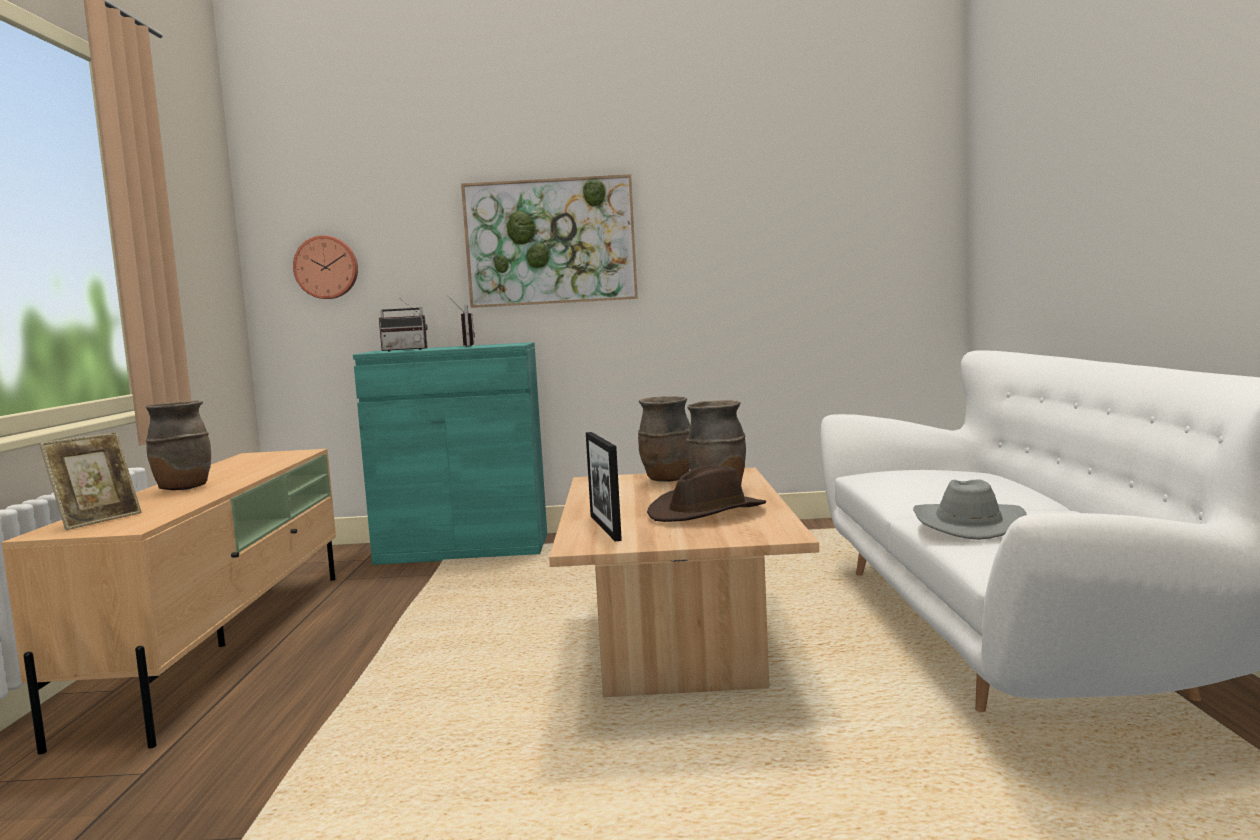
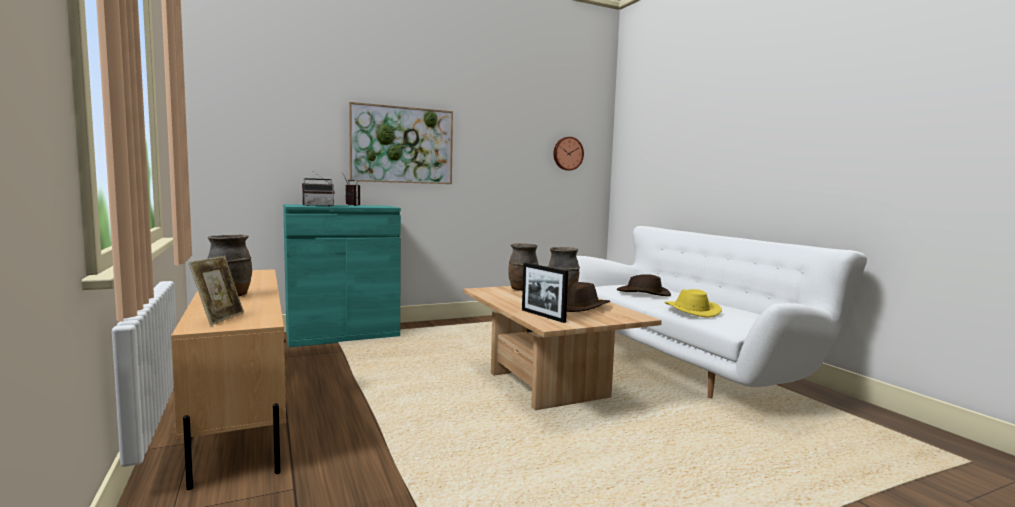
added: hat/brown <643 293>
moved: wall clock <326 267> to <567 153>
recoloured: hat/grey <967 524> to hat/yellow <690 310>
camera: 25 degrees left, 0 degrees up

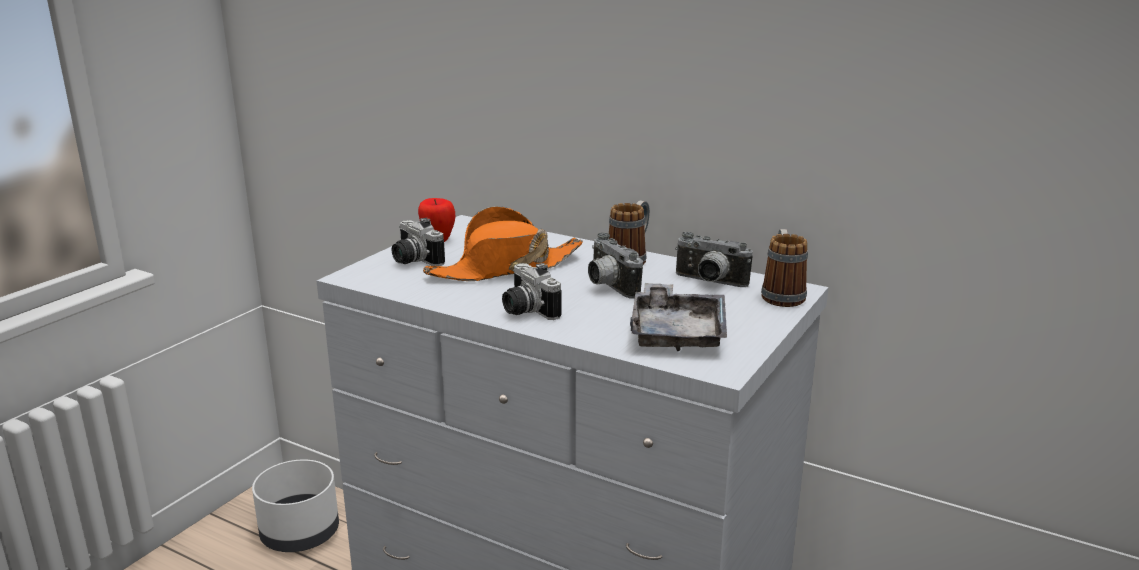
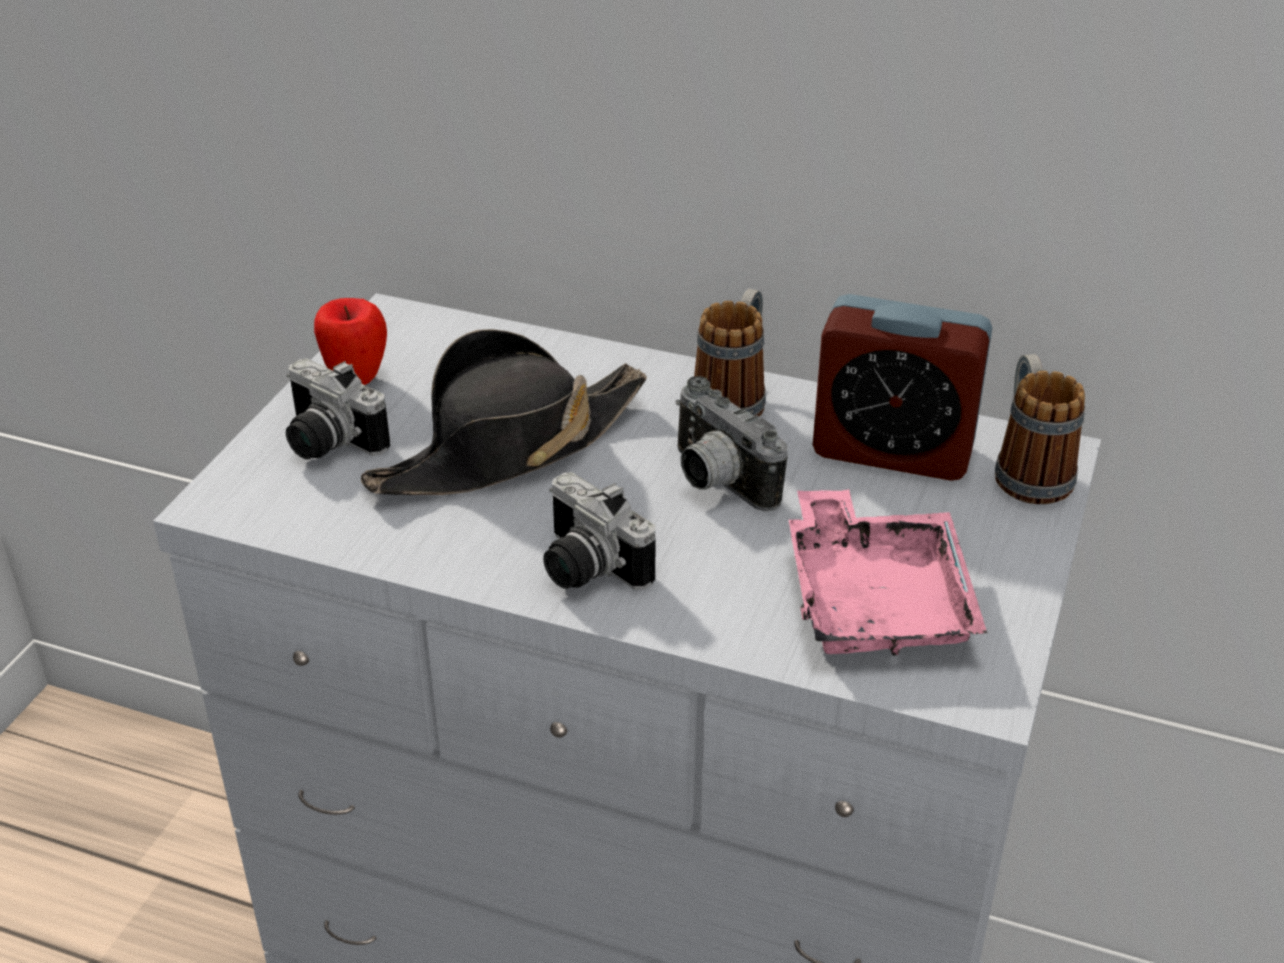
removed: planter/white <301 533>
replaced: photo camera <709 282> to alarm clock <892 450>
recoloured: hat/orange <505 268> to hat/black <509 448>; tray/grey <676 332> to tray/pink <875 599>
camera: 10 degrees left, 15 degrees up

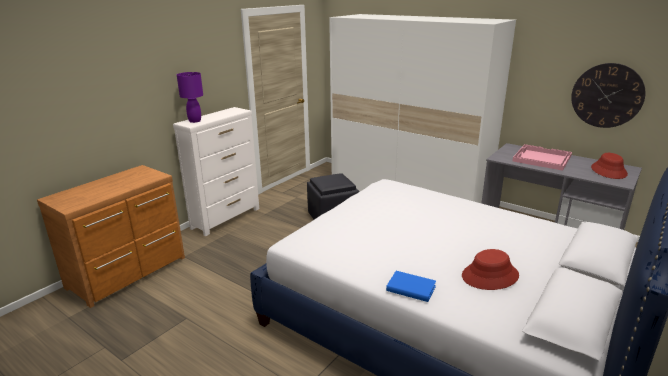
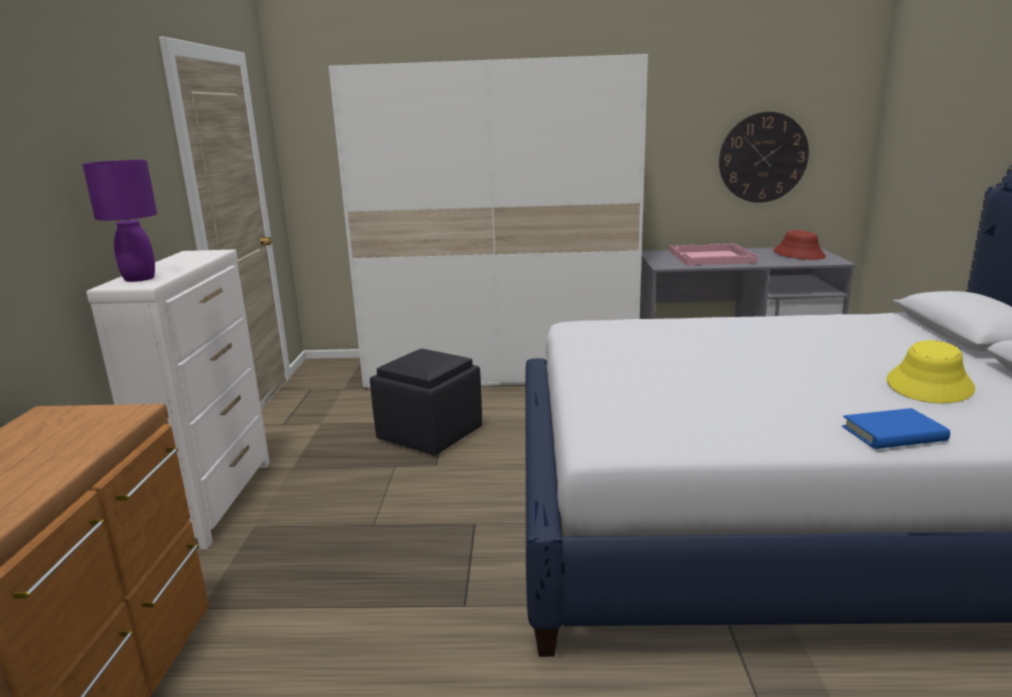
recoloured: hat/red <490 276> to hat/yellow <929 385>
camera: 35 degrees left, 5 degrees down

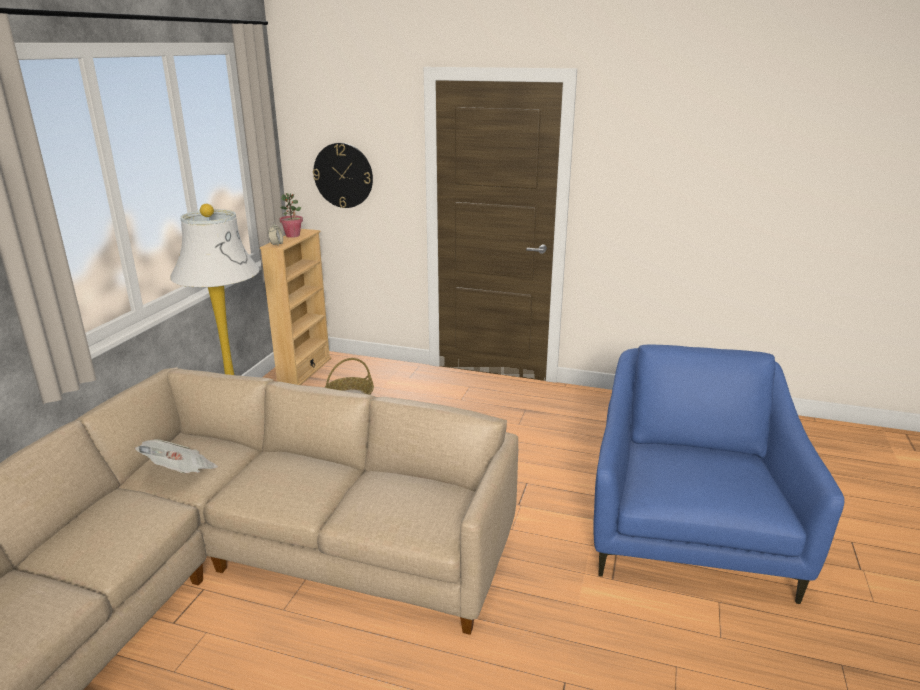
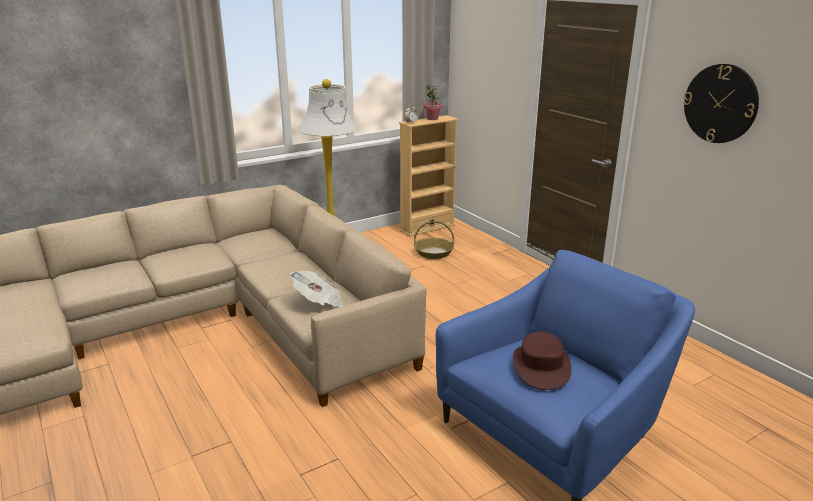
added: hat/brown <541 367>
moved: wall clock <343 175> to <720 103>; newspaper <181 472> to <319 302>
camera: 40 degrees right, 0 degrees up

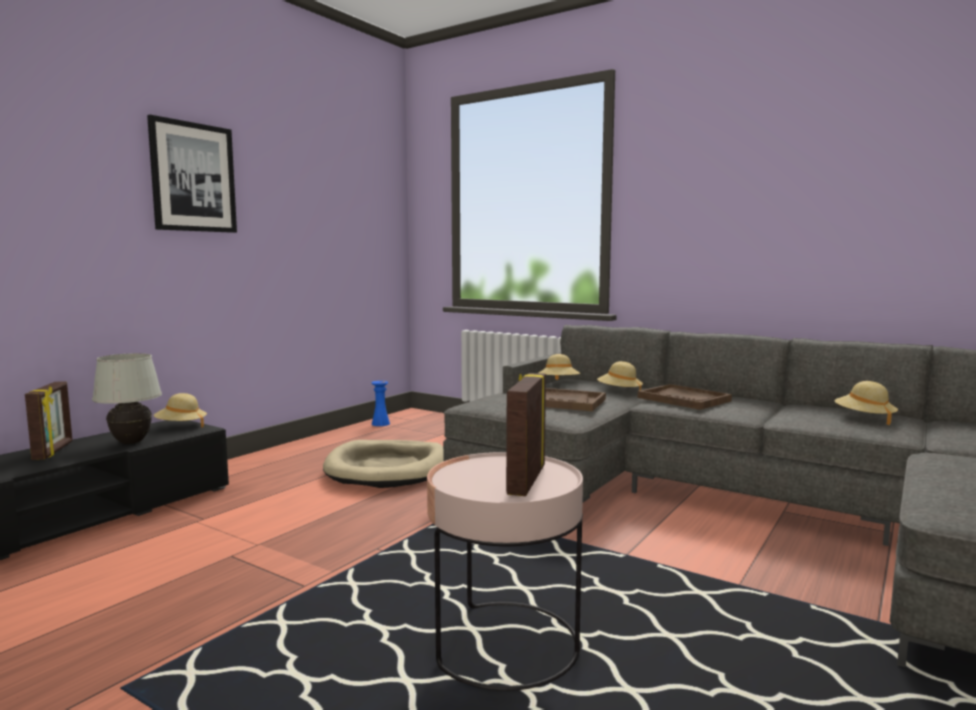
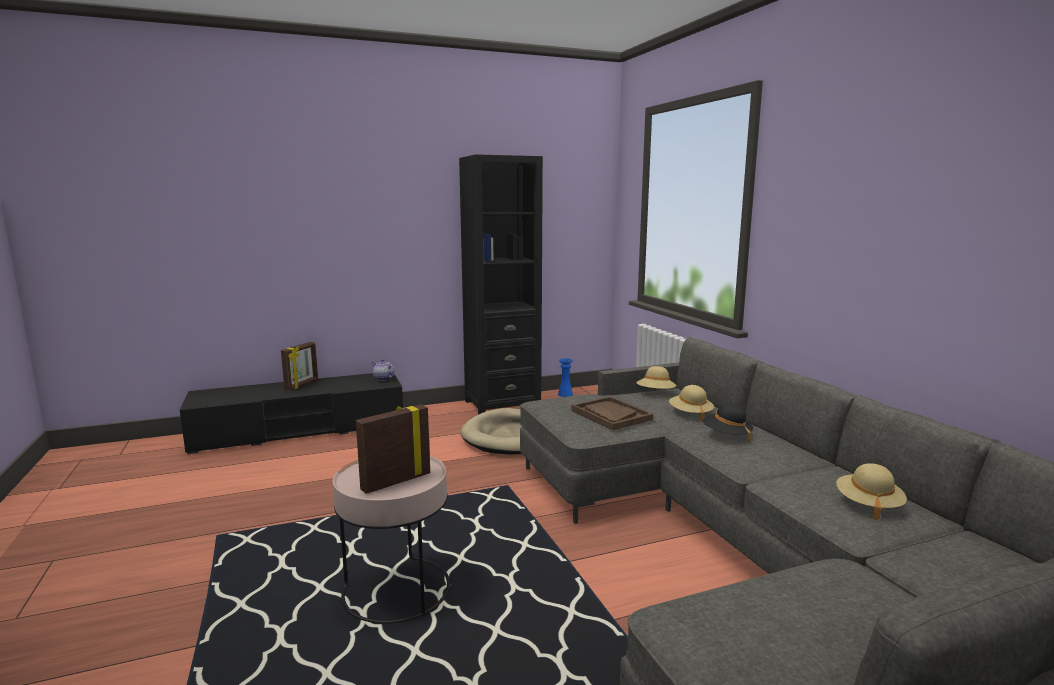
removed: picture <193 177>; table lamp/white <131 442>
added: bookcase/black <502 405>
replaced: tray/brown <684 399> to hat/black <726 436>; hat/beige <181 426> to teapot <383 379>
camera: 35 degrees right, 5 degrees up

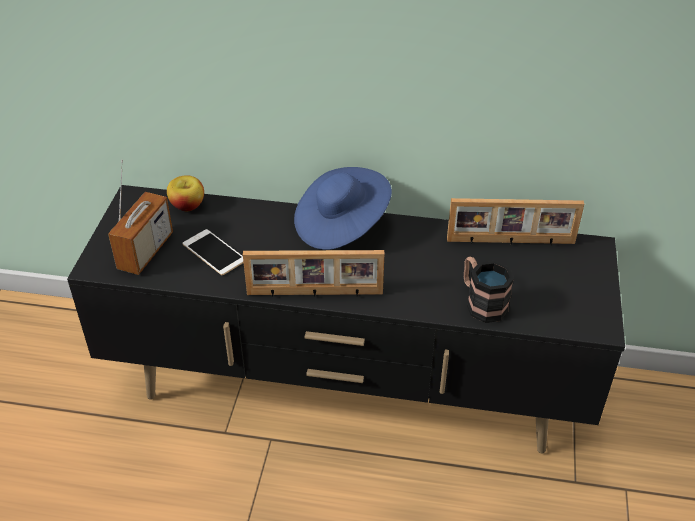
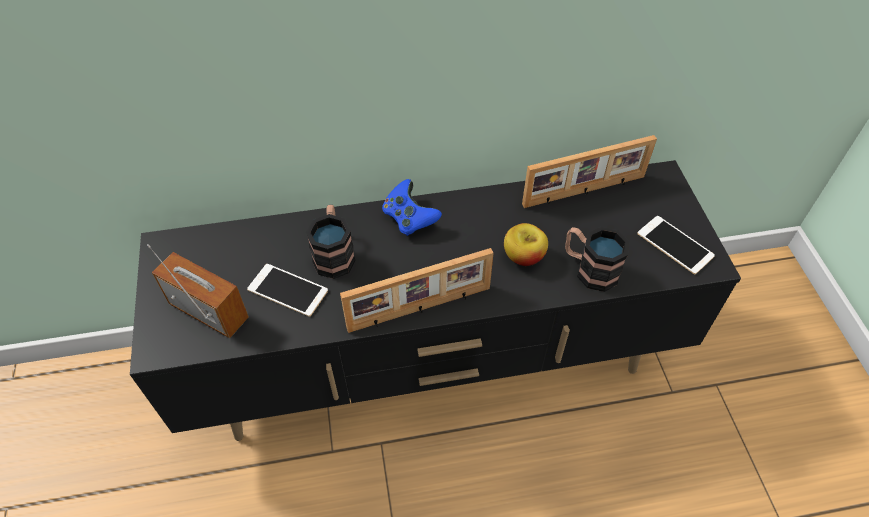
added: mug <334 253>; phone <675 245>
moved: apple <187 205> to <523 256>
replaced: hat/blue <341 225> to game controller/blue <409 219>
turned: radio <146 251> = <209 311> 60 degrees counterclockwise
camera: 20 degrees left, 10 degrees up

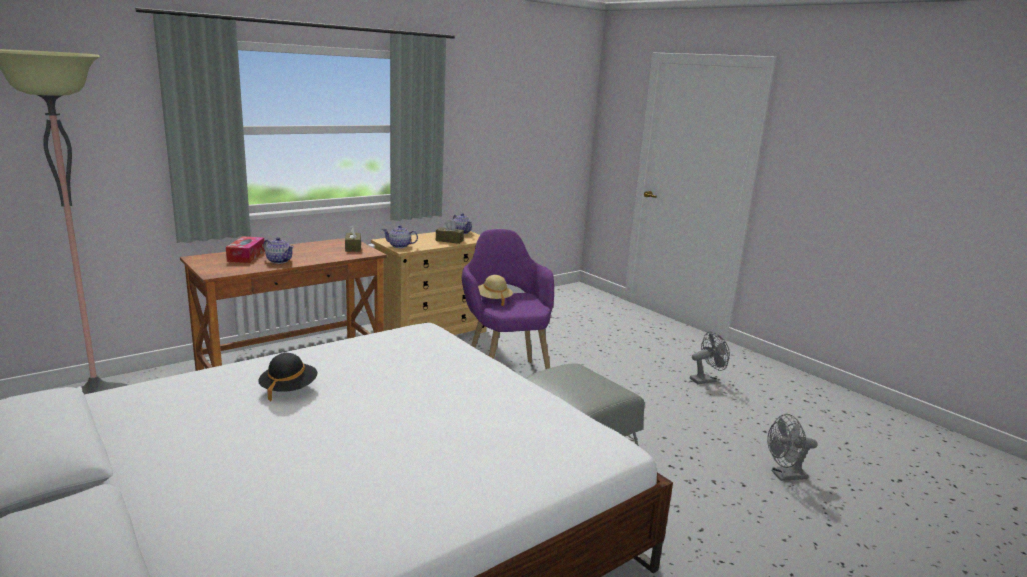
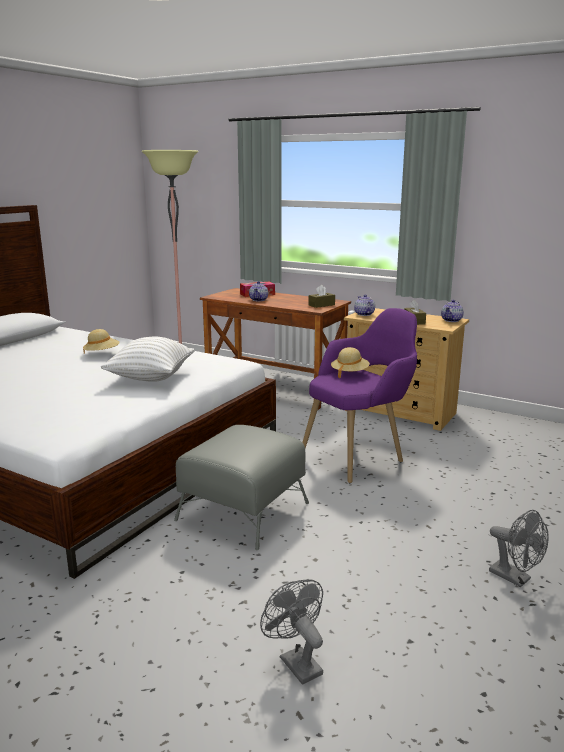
added: pillow/white <151 378>
recoloured: hat/black <288 389> to hat/beige <102 353>
camera: 70 degrees right, 0 degrees up

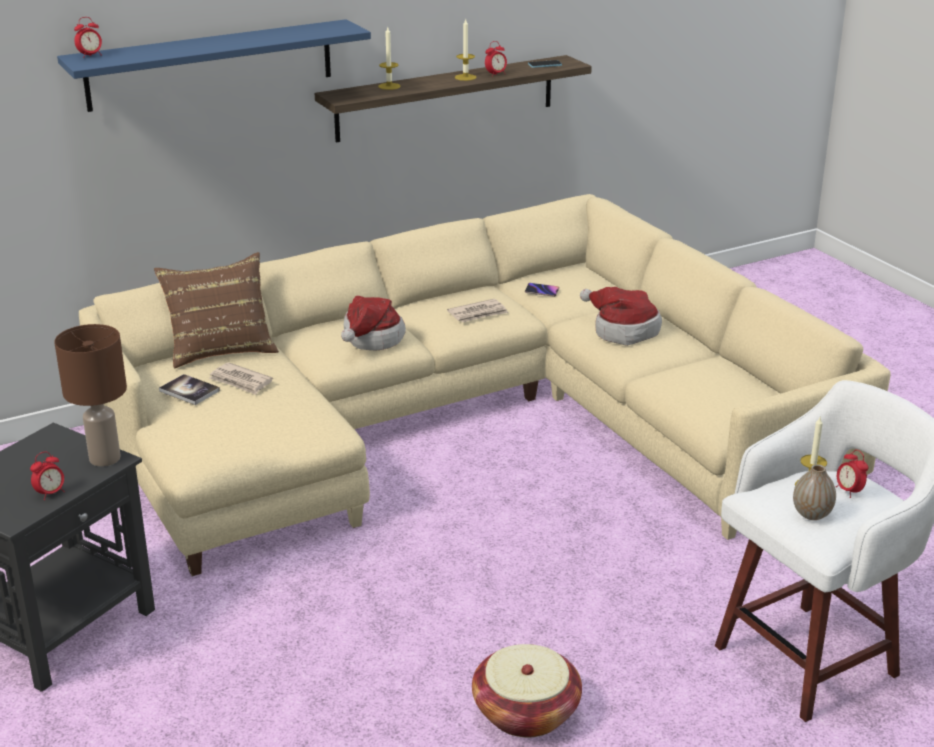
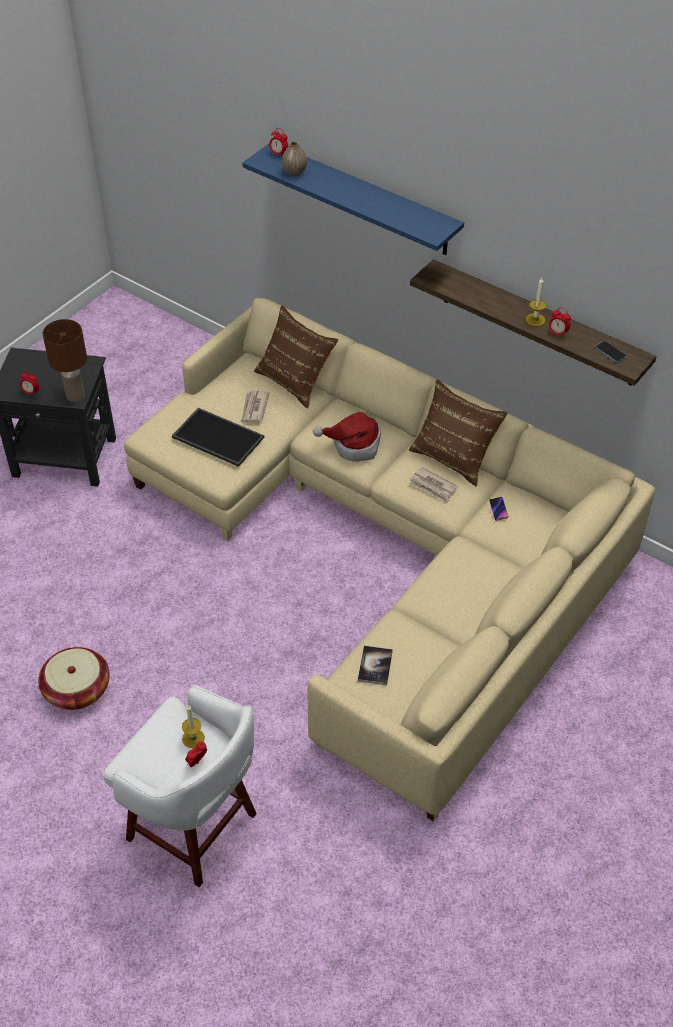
removed: candle <389 86>; hat <622 331>
added: pillow/brown <454 456>; tray <216 438>
moved: book <189 391> to <375 666>; vase <811 514> to <294 172>
camera: 65 degrees right, 20 degrees up

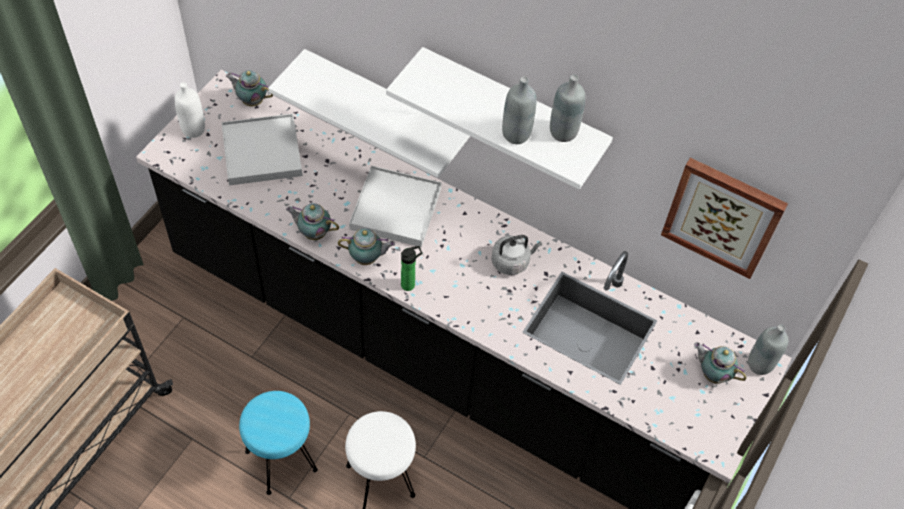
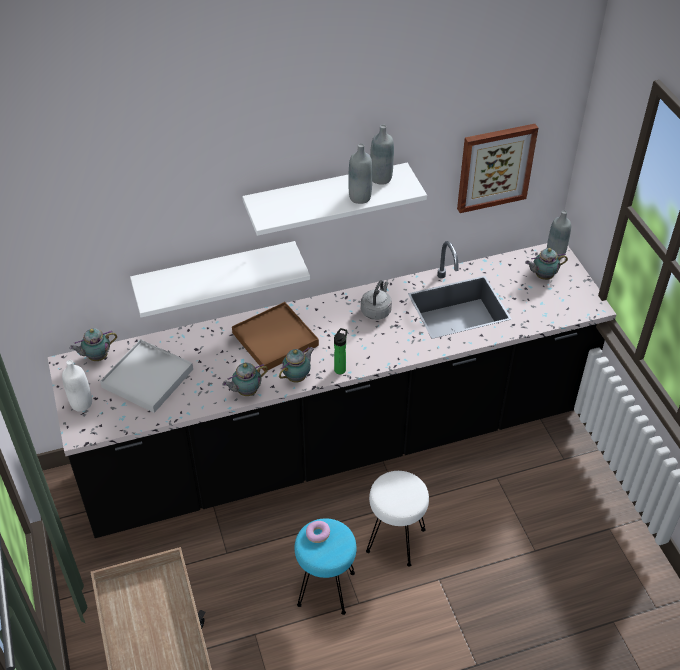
added: donut <318 534>
recoloured: tray/white <395 209> to tray/brown <275 339>
camera: 45 degrees left, 10 degrees down

